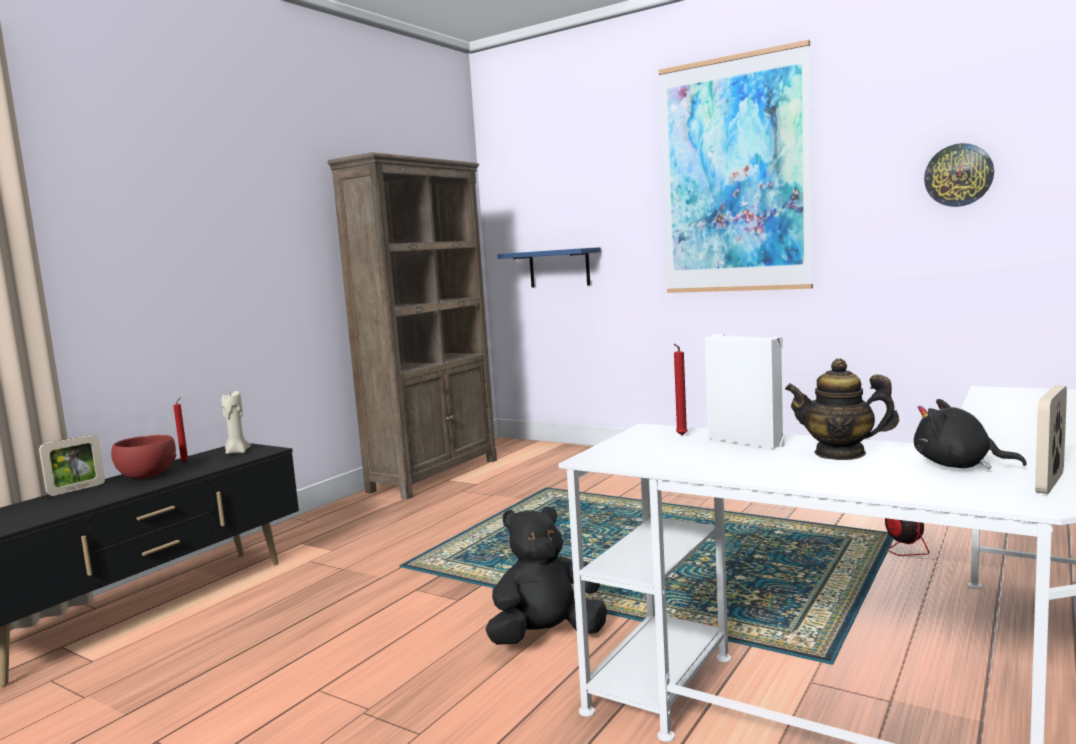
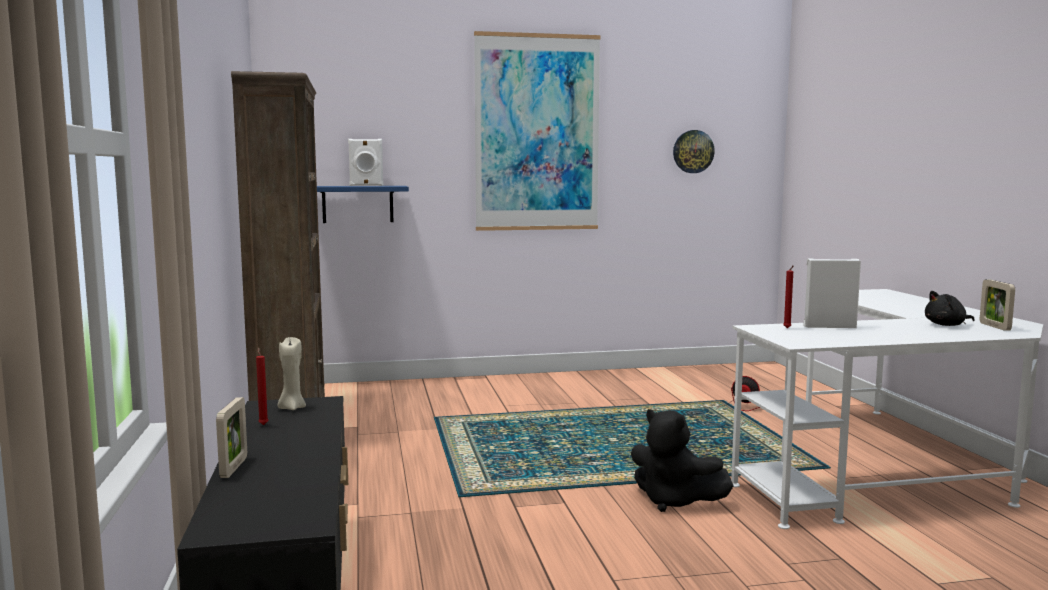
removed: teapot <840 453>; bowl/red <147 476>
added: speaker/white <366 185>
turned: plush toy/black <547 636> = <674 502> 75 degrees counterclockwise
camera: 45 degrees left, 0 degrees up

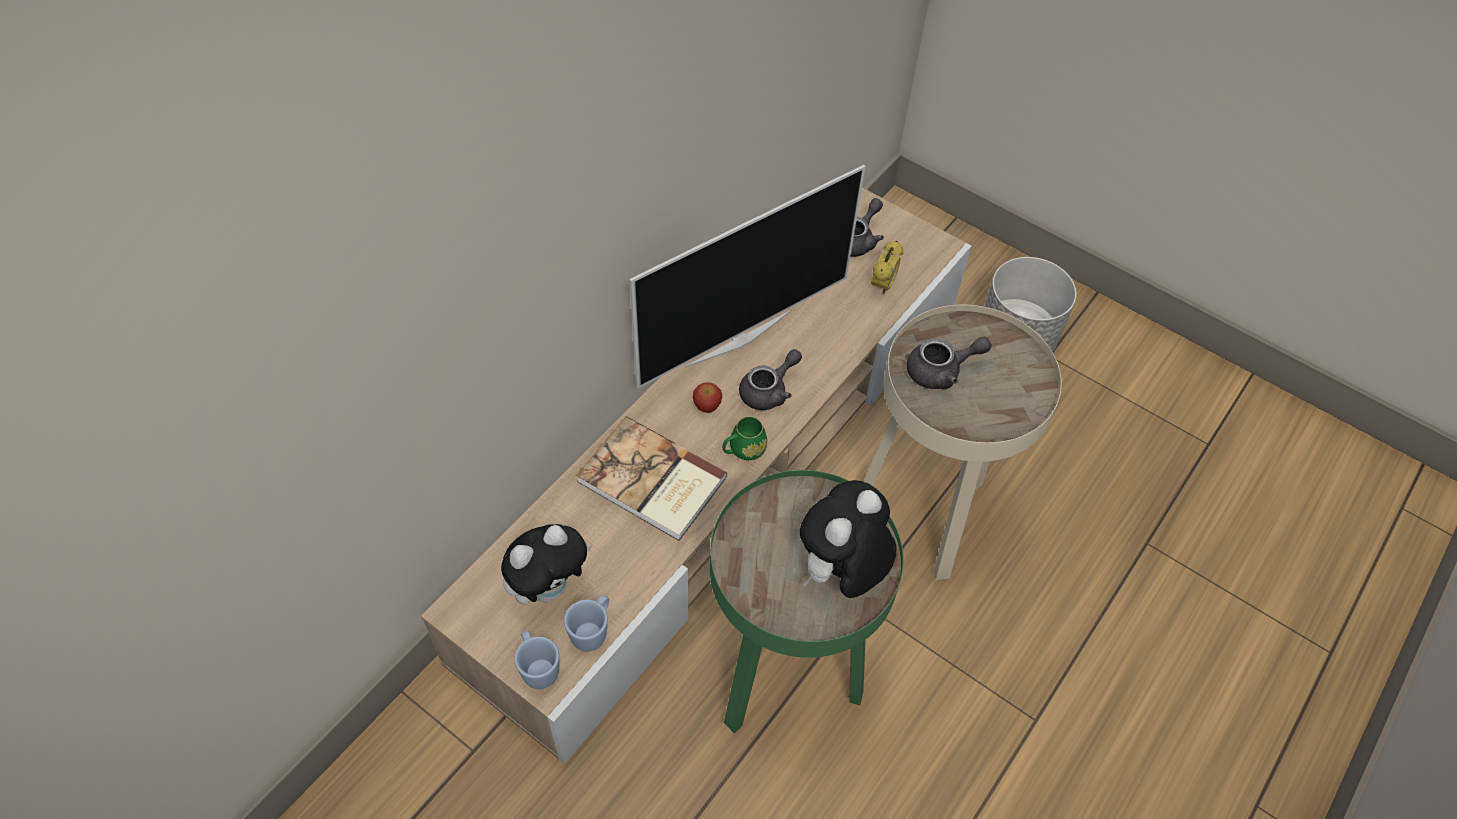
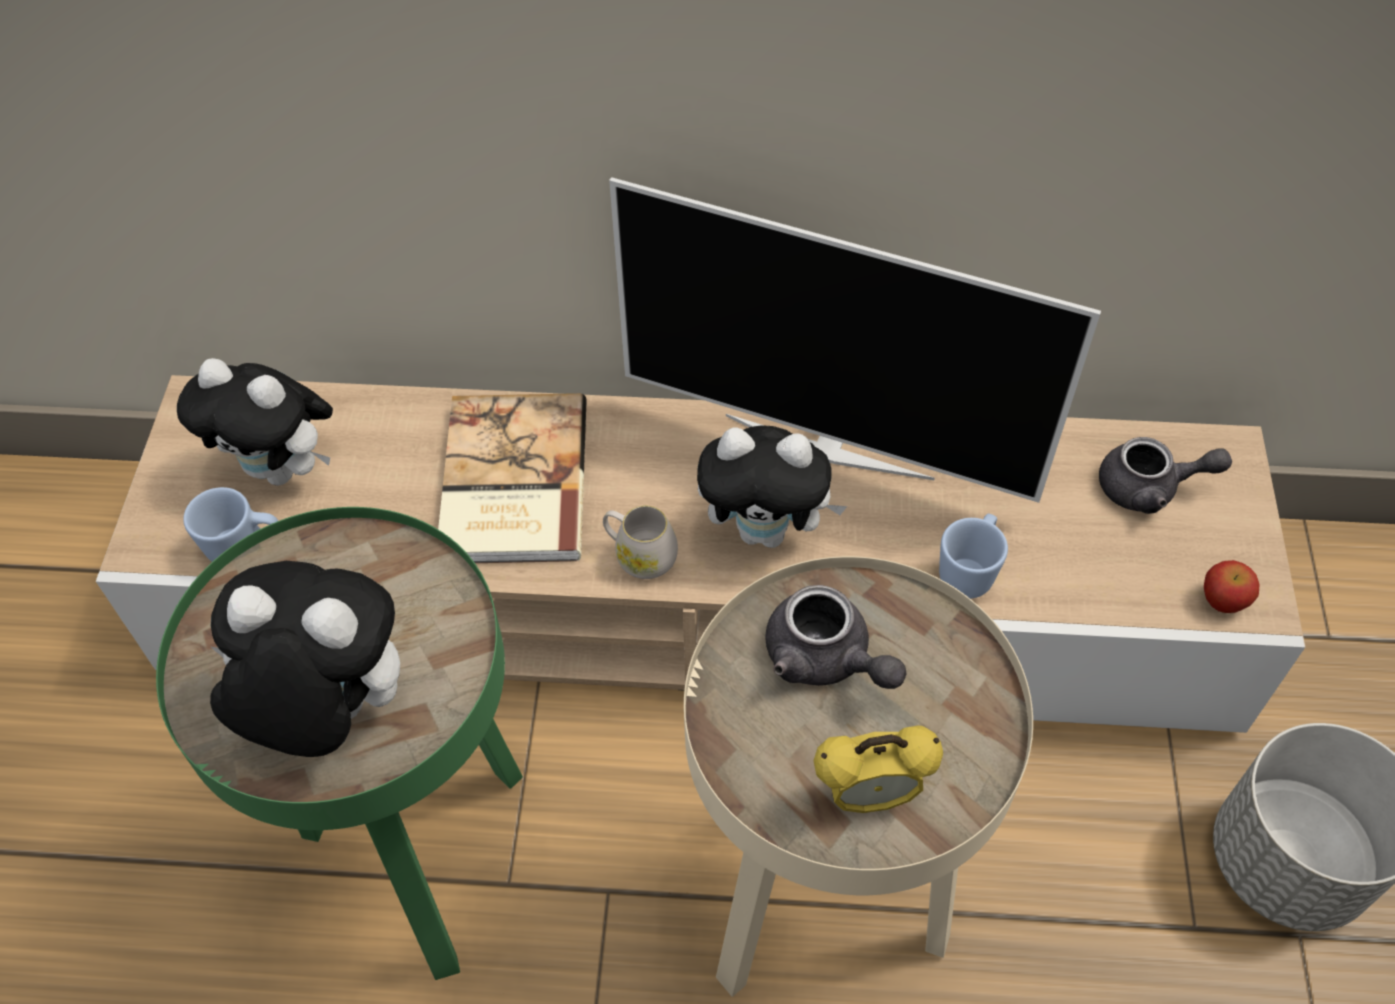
moved: alarm clock <883 285> to <869 796>; apple <707 406> to <1222 601>; mug/blue <538 667> to <969 571>
replaced: teapot/grey <769 391> to plush toy <766 530>
recoloured: mug/green <743 450> to mug/white <640 555>
camera: 60 degrees right, 0 degrees up

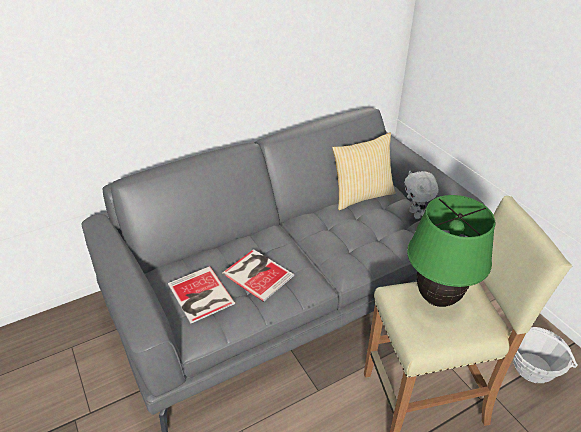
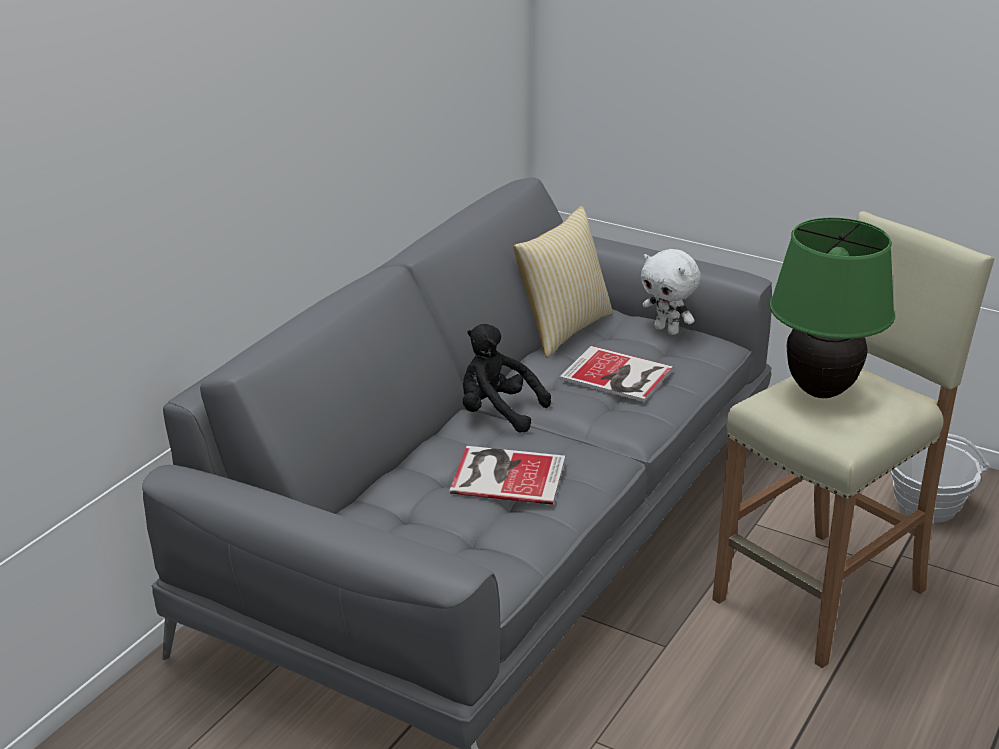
added: plush toy/black <497 412>
moved: book <200 295> to <618 376>
camera: 30 degrees left, 10 degrees down

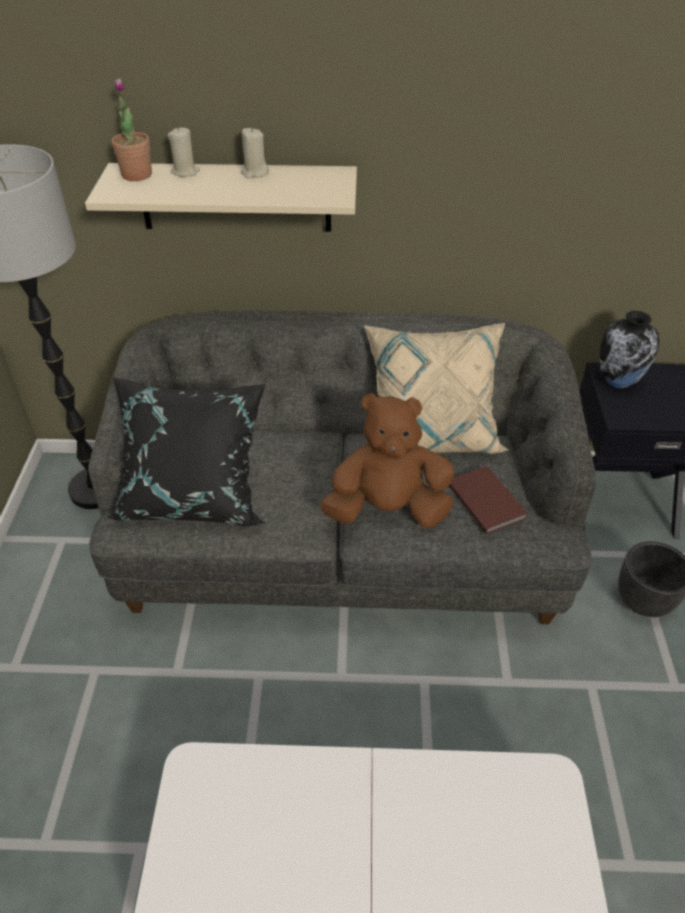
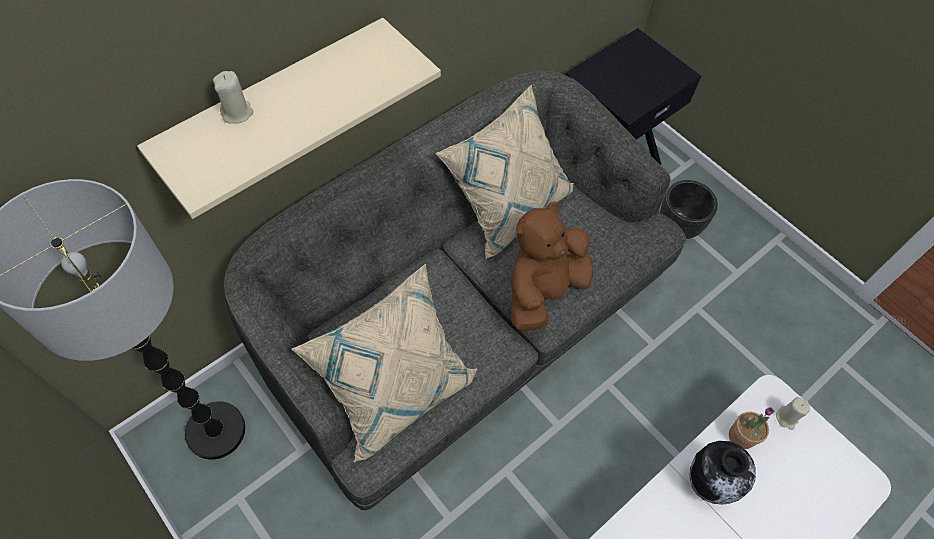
removed: book/brown <487 500>
moved: potted plant <137 175> to <741 436>; candle/beige <255 173> to <786 418>; vase <618 382> to <707 484>
recoloured: pillow/black <195 496> to pillow/beige <396 387>
camera: 45 degrees left, 15 degrees up

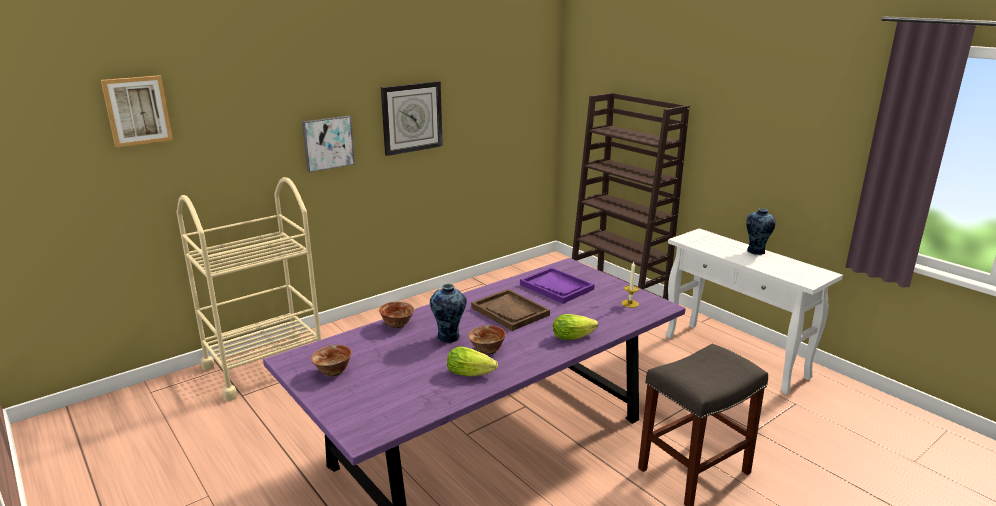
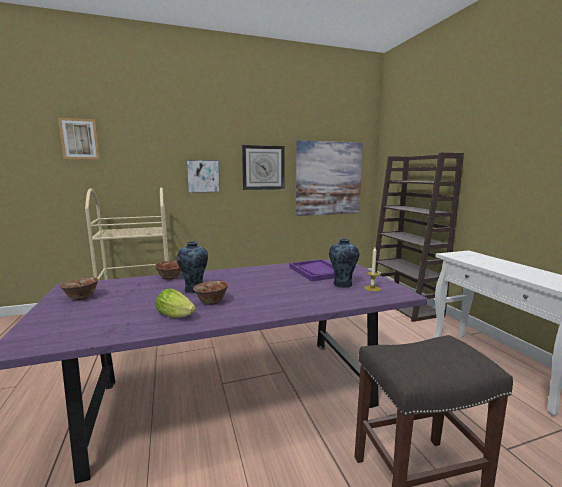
removed: tray/brown <510 311>; lettuce <575 336>
added: picture <328 178>
moved: vase <756 251> to <342 285>
camera: 20 degrees right, 10 degrees down

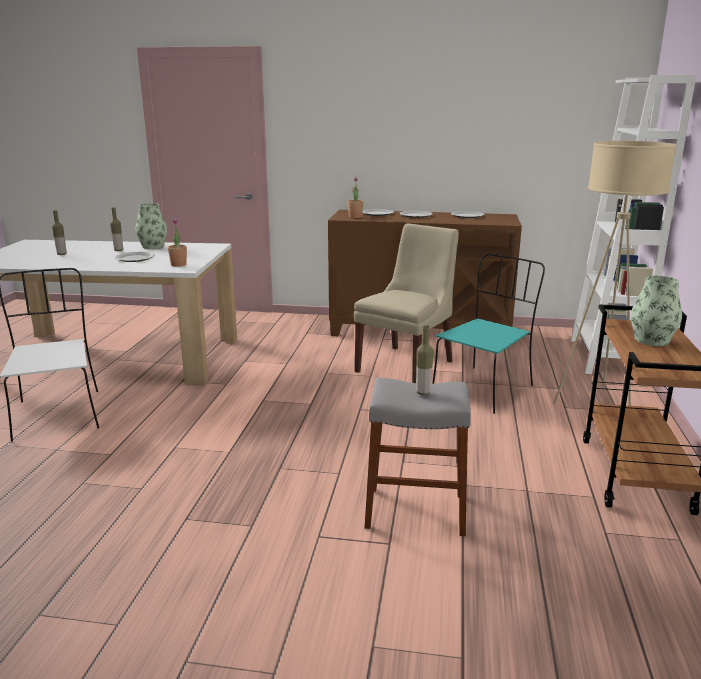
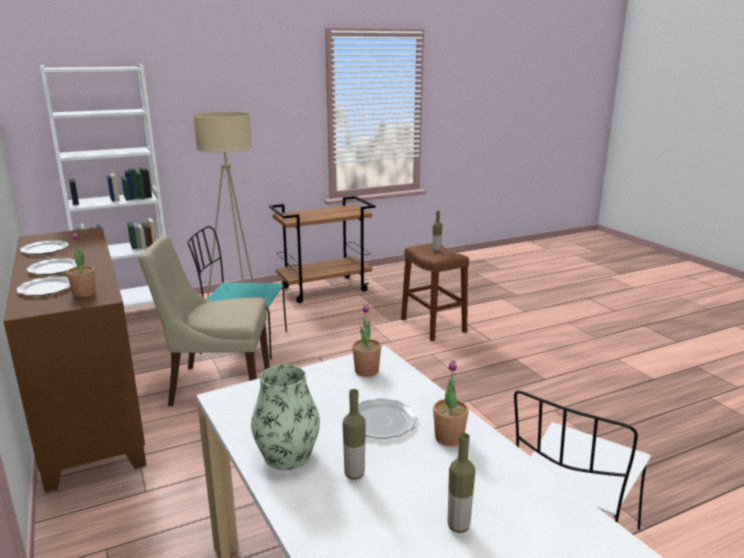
removed: vase <651 340>
added: potted plant <449 438>
recoloured: stool/grey <415 510> to stool/brown <433 325>
camera: 125 degrees left, 0 degrees up

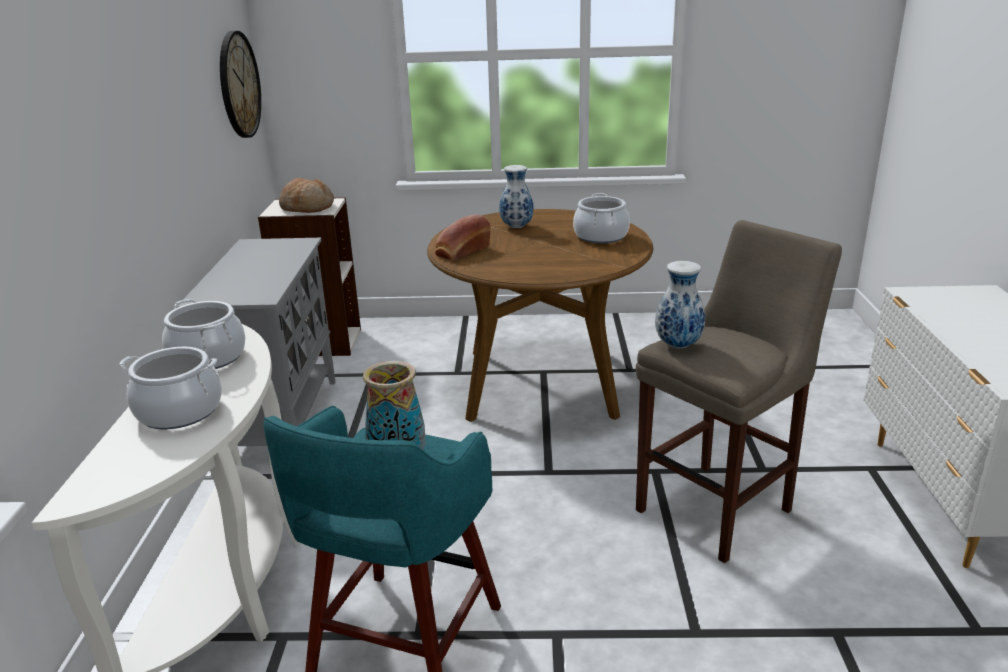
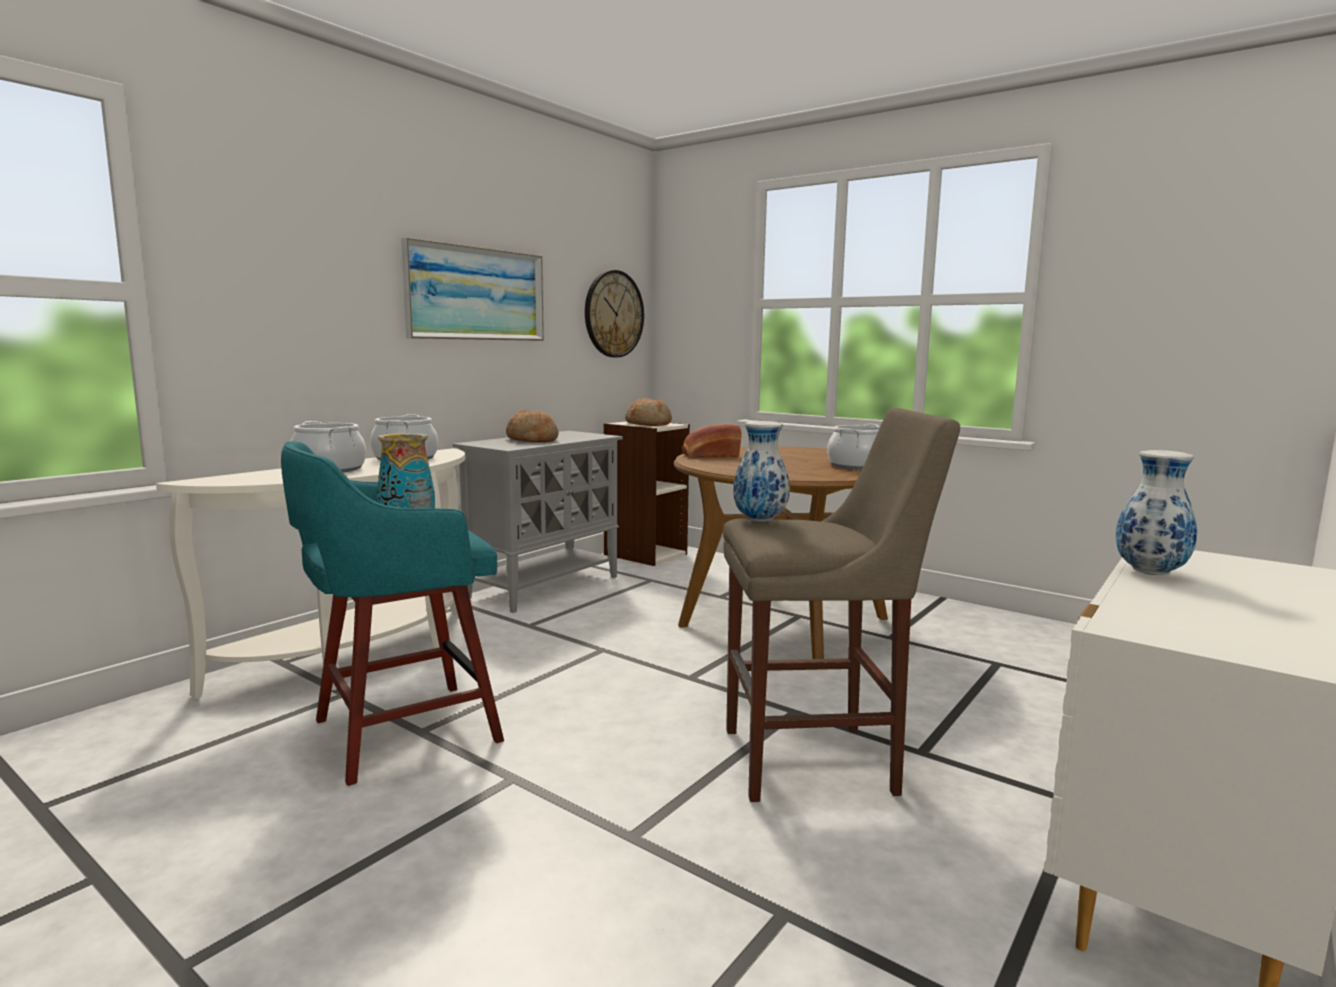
added: picture <476 294>; bread <532 440>
moved: vase <517 227> to <1151 573>
camera: 35 degrees right, 15 degrees down

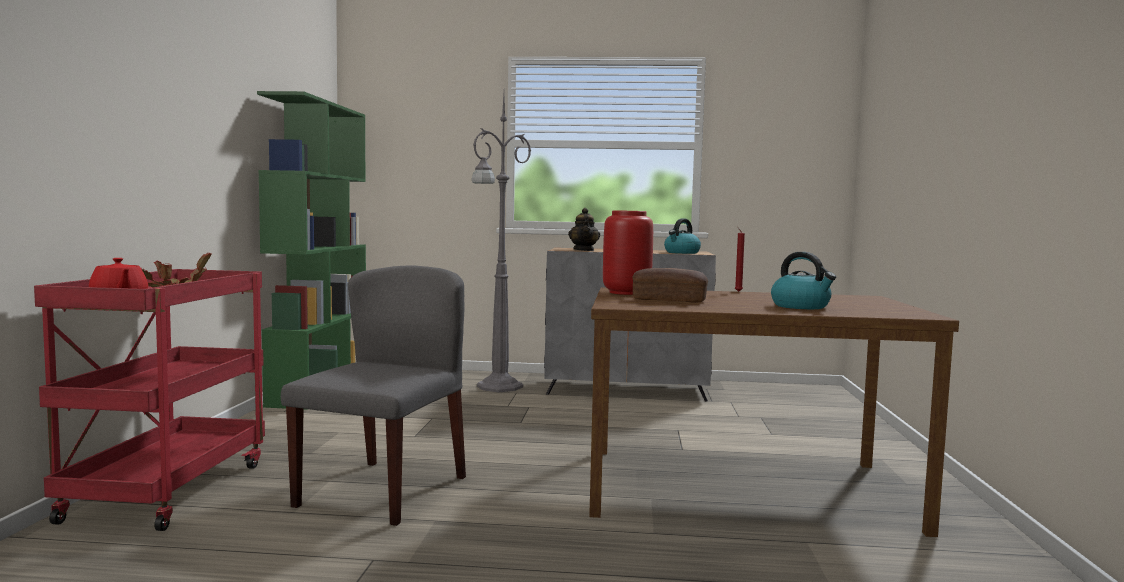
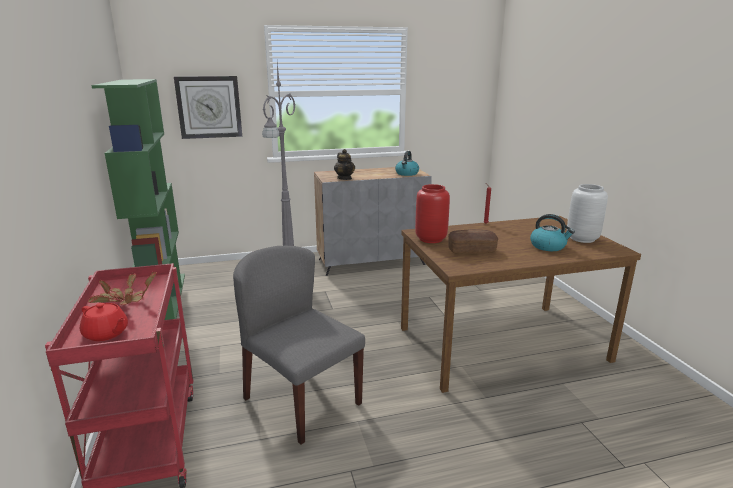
added: wall clock <209 107>; vase/grey <582 238>
turned: chair/grey <383 490> = <301 400> 45 degrees counterclockwise
camera: 20 degrees left, 15 degrees up

